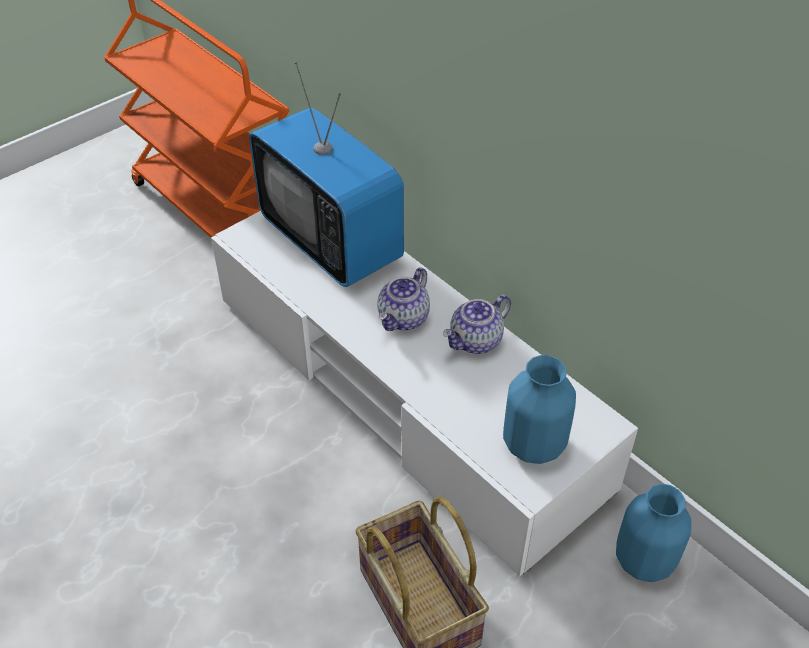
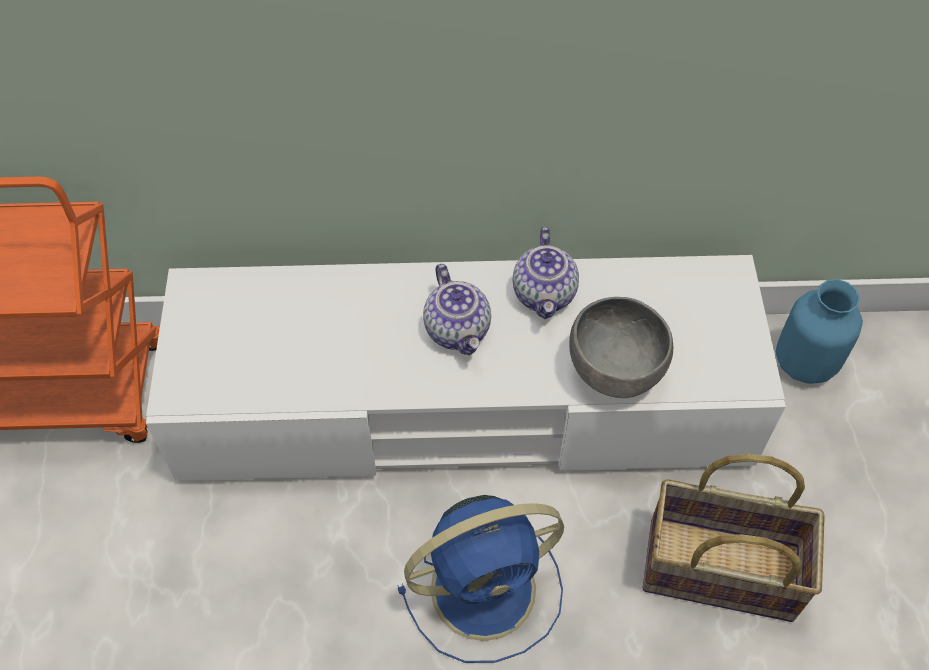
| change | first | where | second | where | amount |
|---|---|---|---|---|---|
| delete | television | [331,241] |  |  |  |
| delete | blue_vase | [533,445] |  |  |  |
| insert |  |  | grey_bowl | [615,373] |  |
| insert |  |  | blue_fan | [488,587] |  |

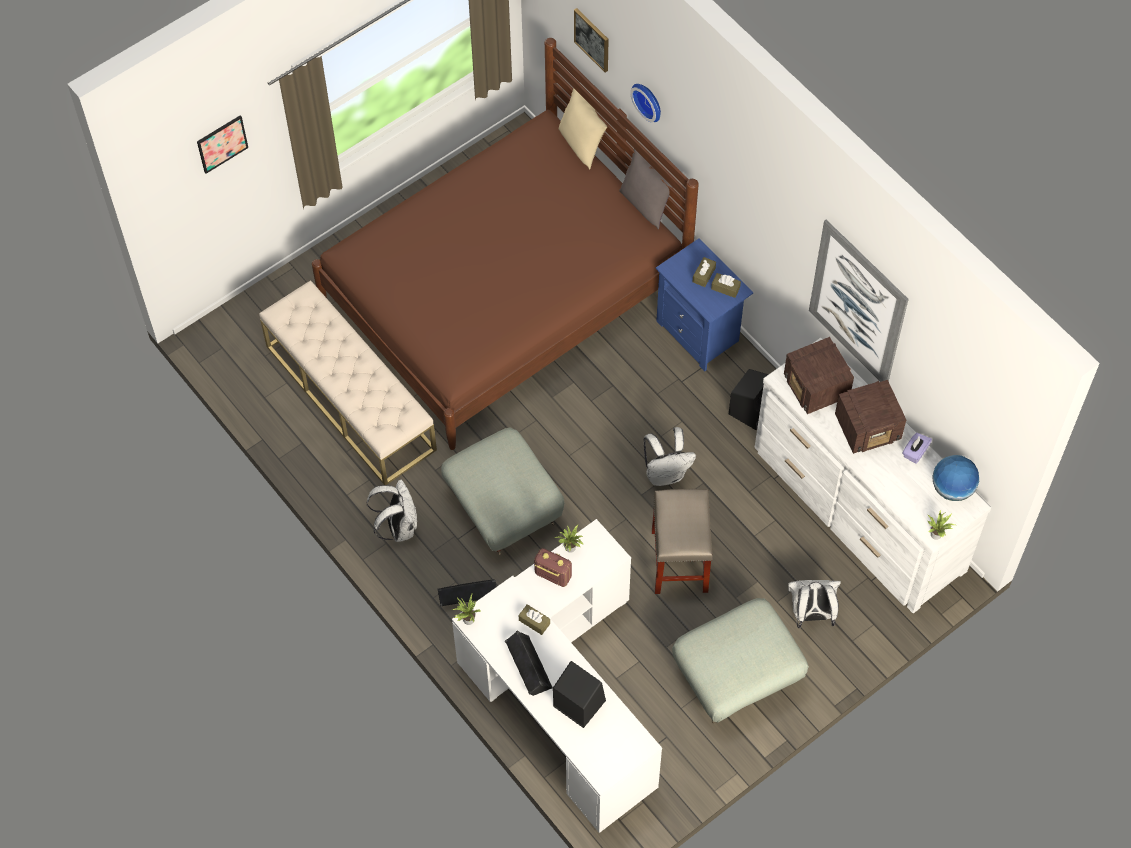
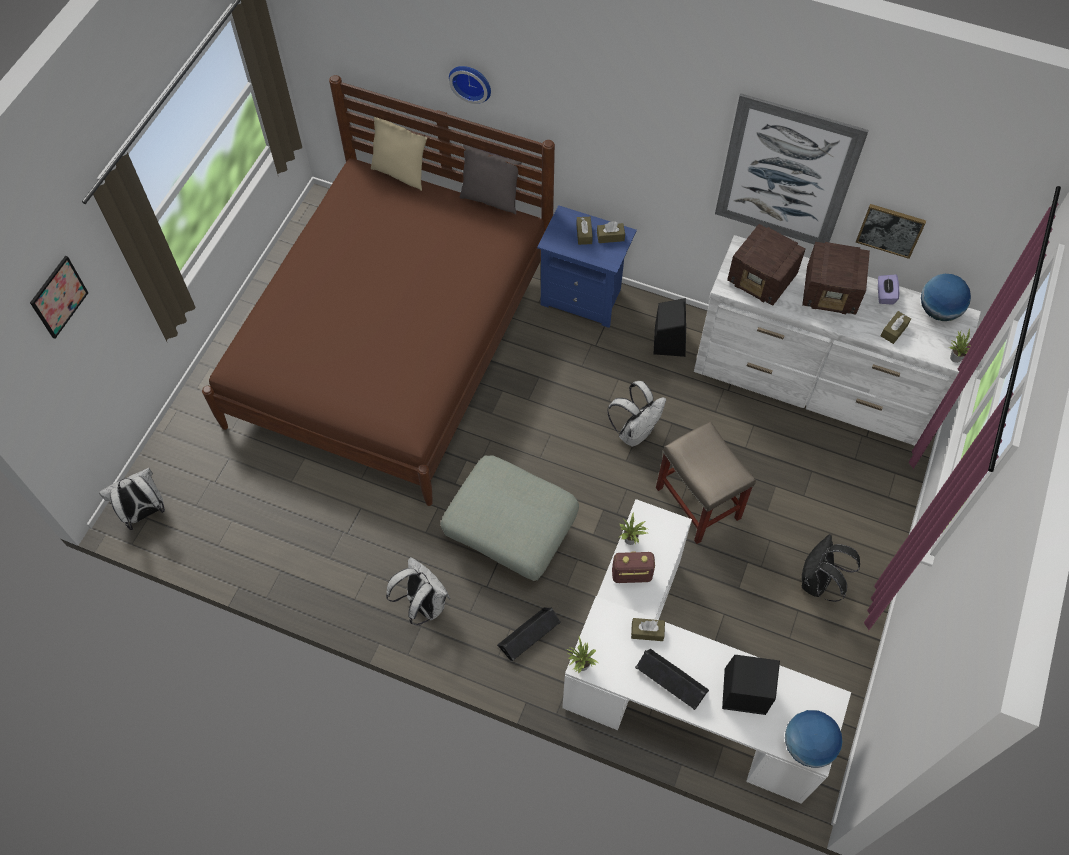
| change | first | where | second | where | amount |
|---|---|---|---|---|---|
| move | picture | [592,39] |  | [890,230] |  |
| delete | beige_bench | [351,398] |  |  |  |
| rotate | radio | [868,428] |  | [831,293] | 60 degrees clockwise |
| move | white_backpack | [811,615] |  | [145,512] |  |
| replace | grey_ottoman | [737,678] | black_backpack | [817,582] |  |
| insert |  |  | brown_tissue_box | [894,330] |  |
| insert |  |  | globe | [807,745] |  |

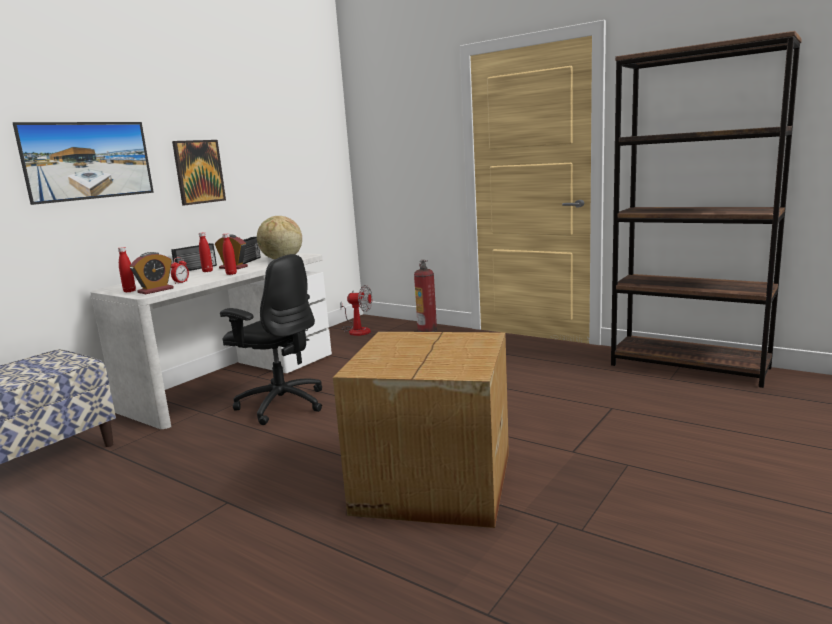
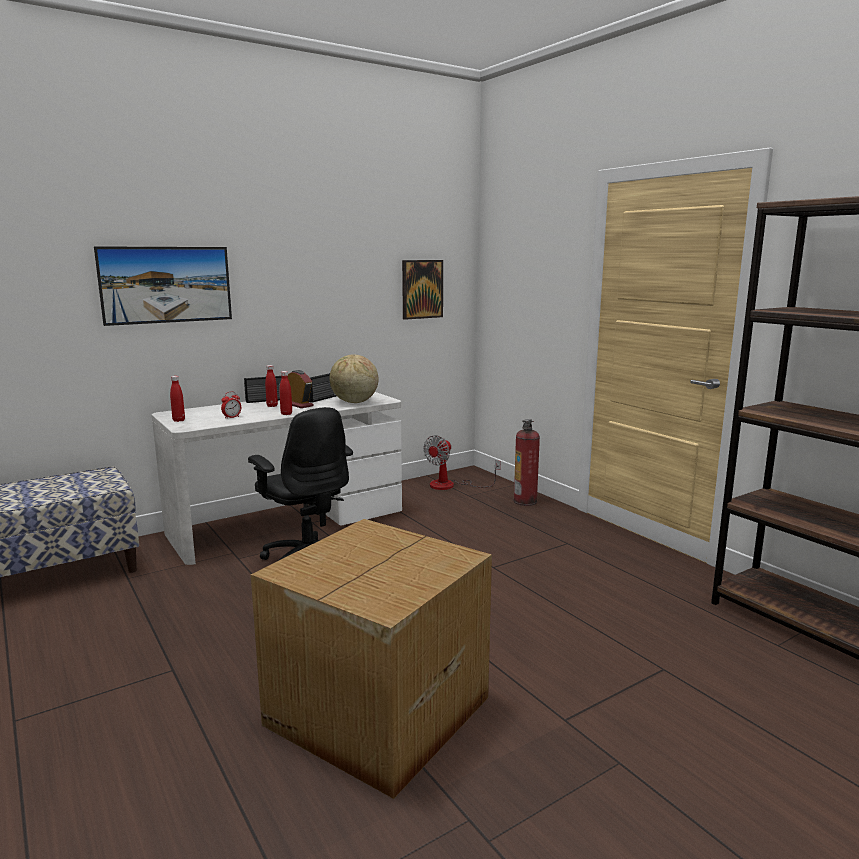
| change | first | where | second | where | amount |
|---|---|---|---|---|---|
| move | picture | [199,172] |  | [422,289] |  |
| delete | alarm_clock | [155,290] |  |  |  |
| rotate | fan | [357,330] |  | [451,485] | 90 degrees clockwise |

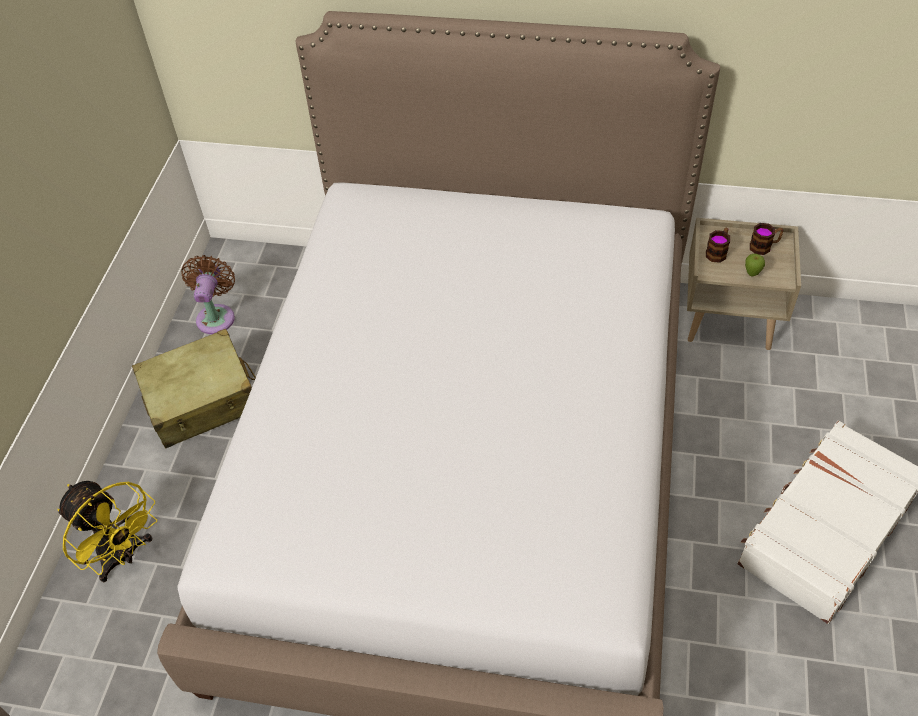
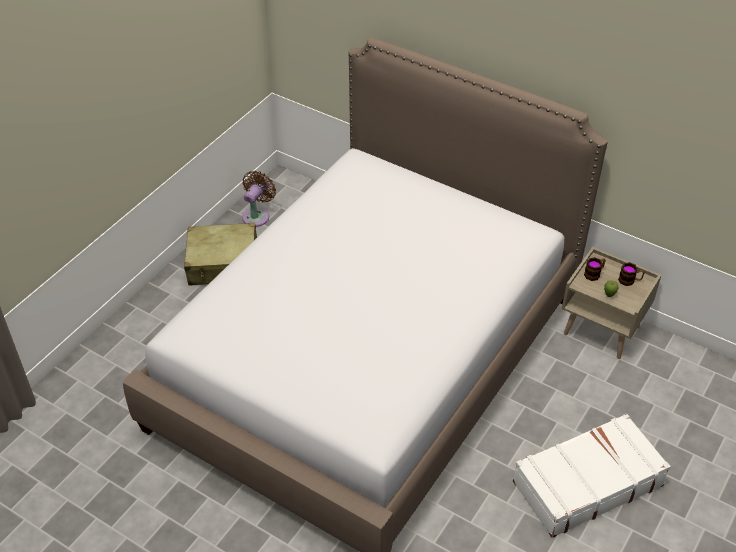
| change | first | where | second | where | amount |
|---|---|---|---|---|---|
| delete | yellow_fan | [124,556] |  |  |  |

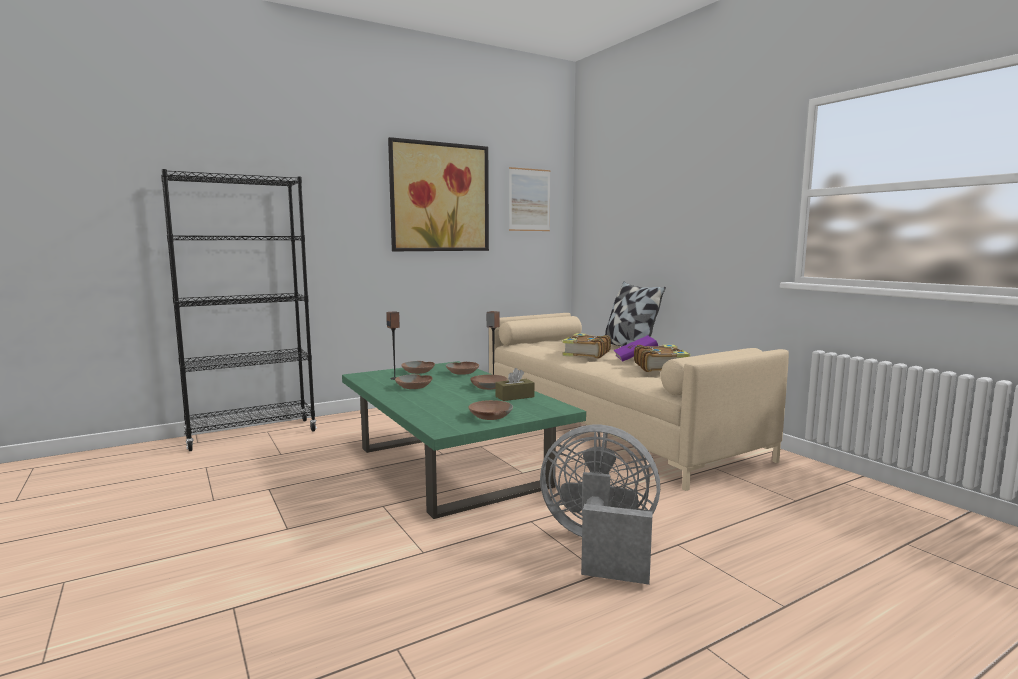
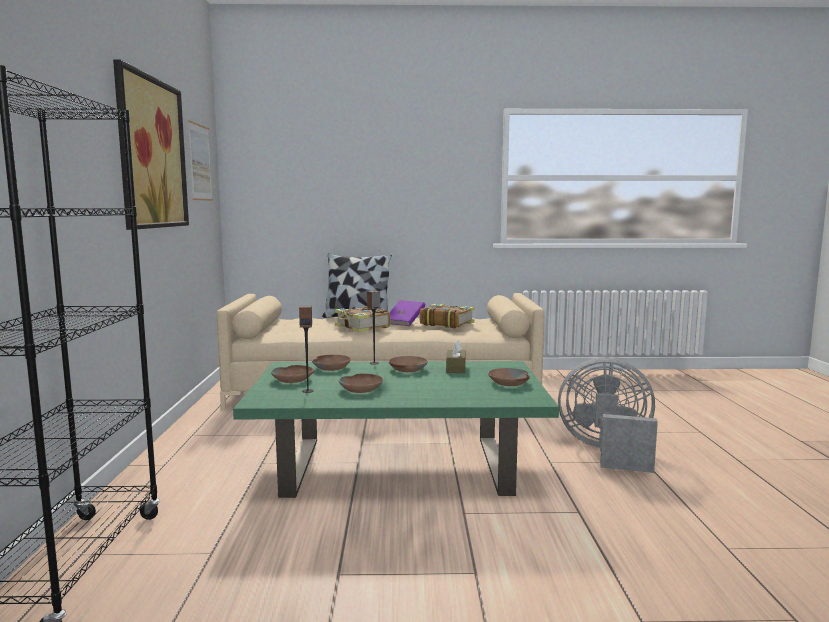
| change | first | where | second | where | amount |
|---|---|---|---|---|---|
| rotate | grey_fan | [600,546] |  | [607,452] | 60 degrees clockwise |

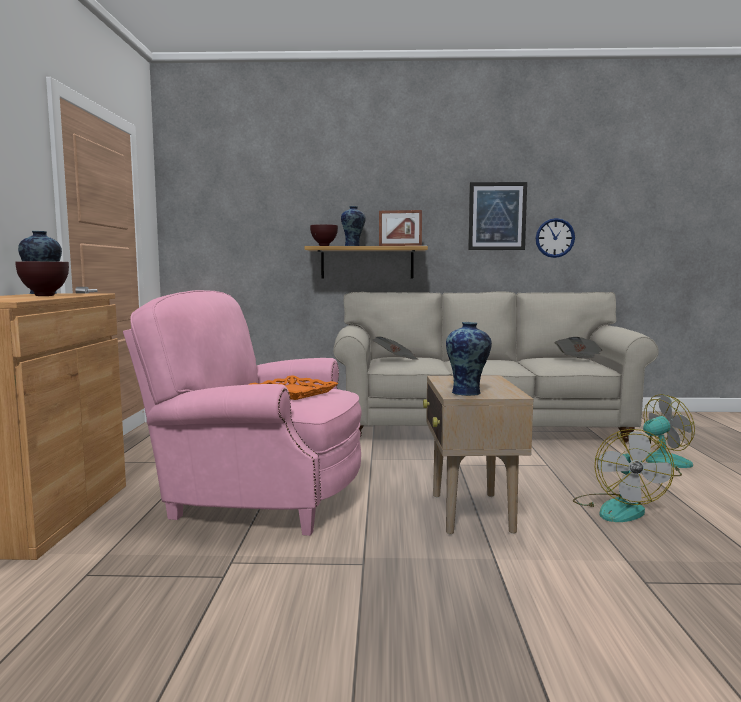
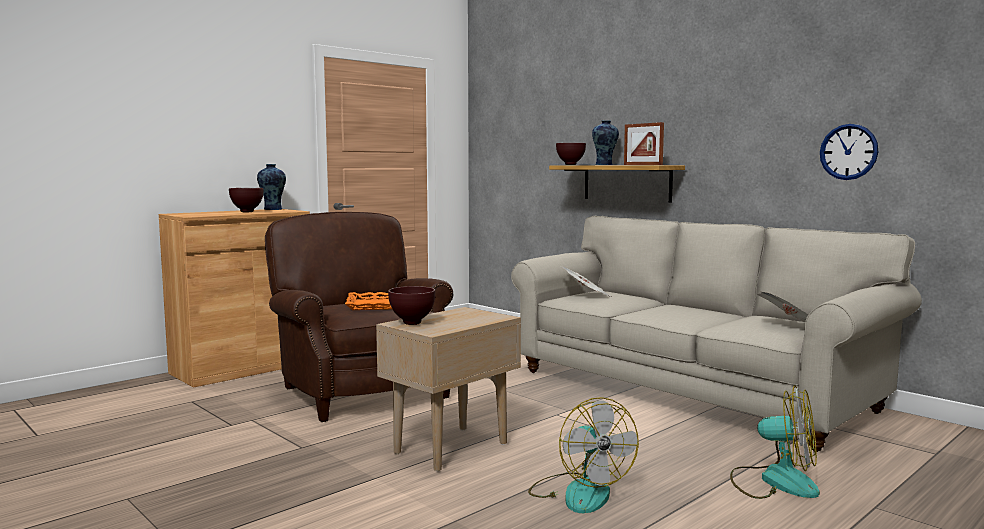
| change | first | where | second | where | amount |
|---|---|---|---|---|---|
| delete | picture | [497,216] |  |  |  |
| recolor | pink_armchair | [258,496] | brown_armchair | [360,390] |  |
| replace | vase | [467,393] | brown_bowl | [412,323] |  |
| rotate | fan | [618,508] |  | [579,492] | 75 degrees counterclockwise |

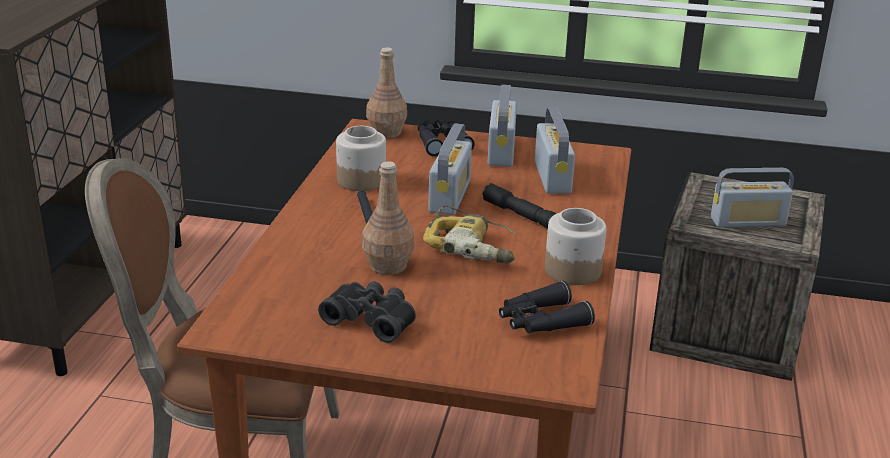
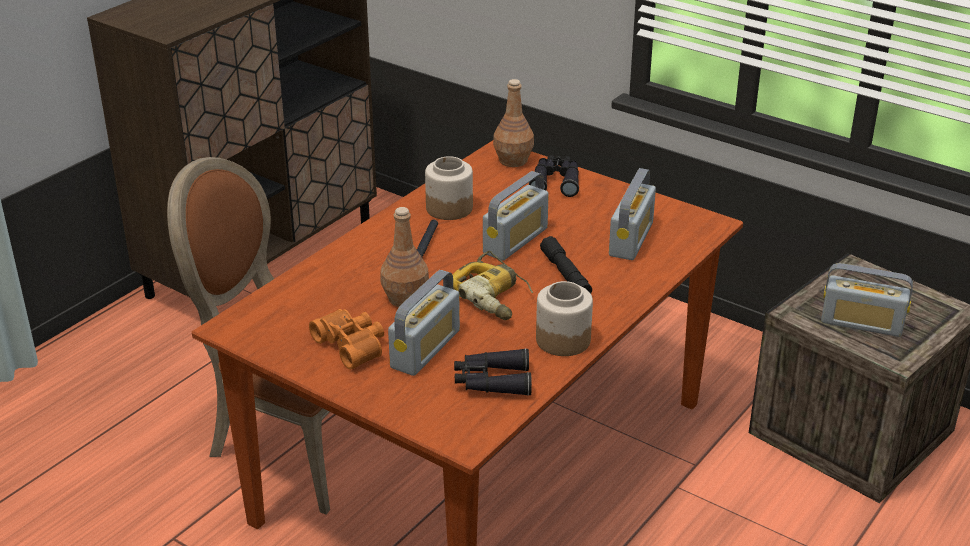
| change | first | where | second | where | amount |
|---|---|---|---|---|---|
| move | radio | [501,151] |  | [425,349] |  |
| recolor | black_binoculars | [371,319] | orange_binoculars | [352,345] |  |

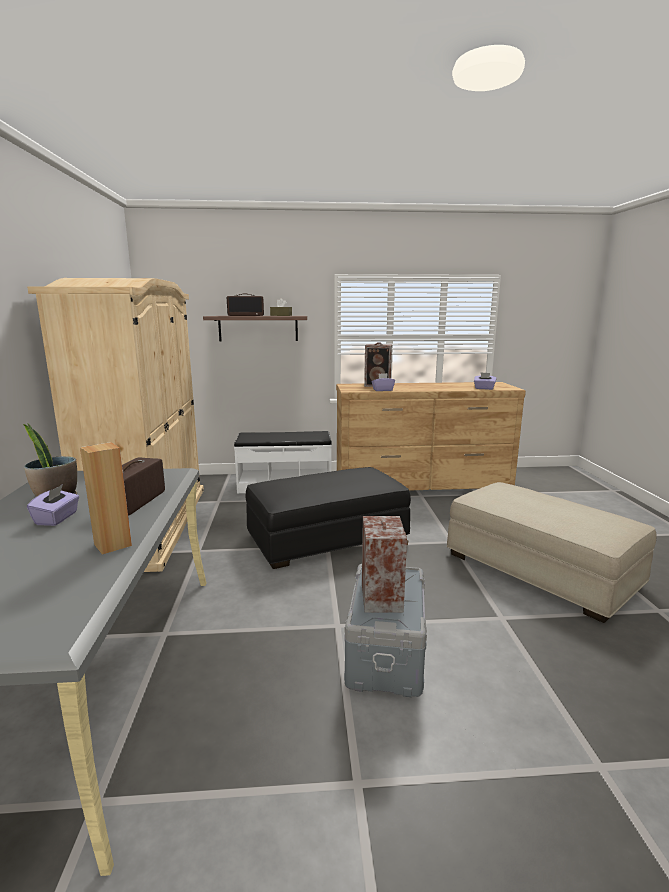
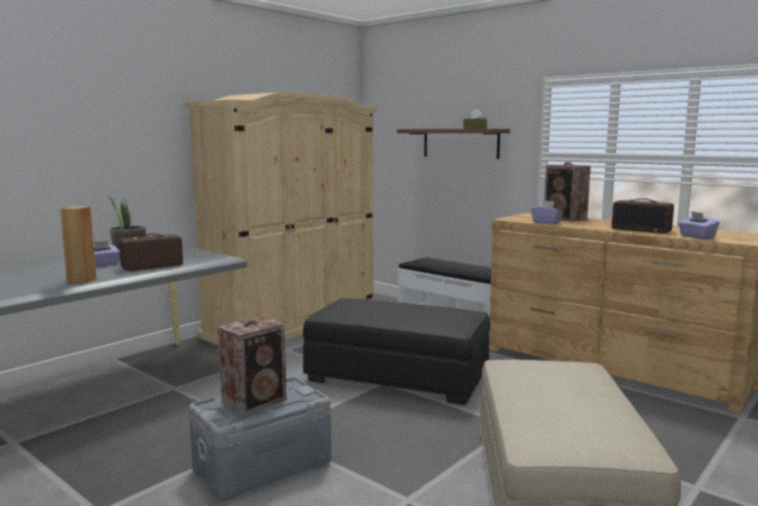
| change | first | where | second | where | amount |
|---|---|---|---|---|---|
| move | radio | [246,315] |  | [641,230] |  |

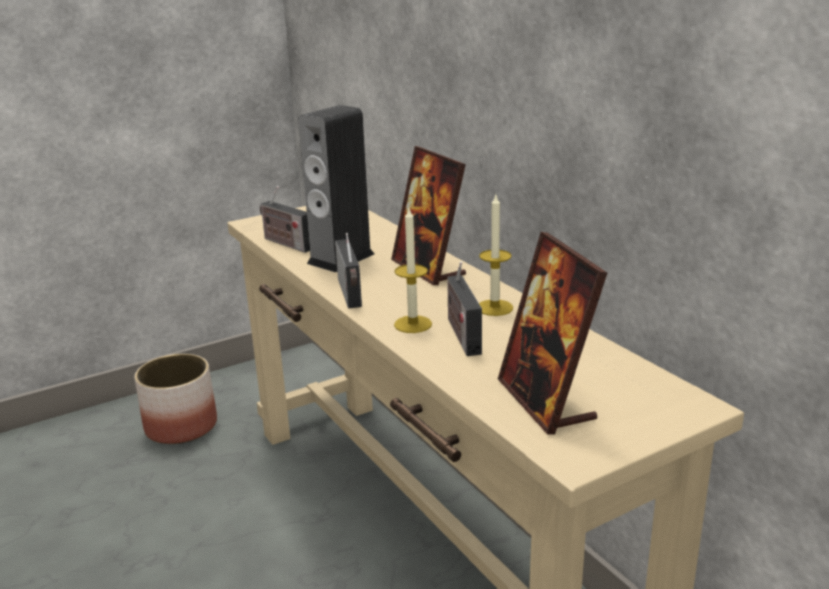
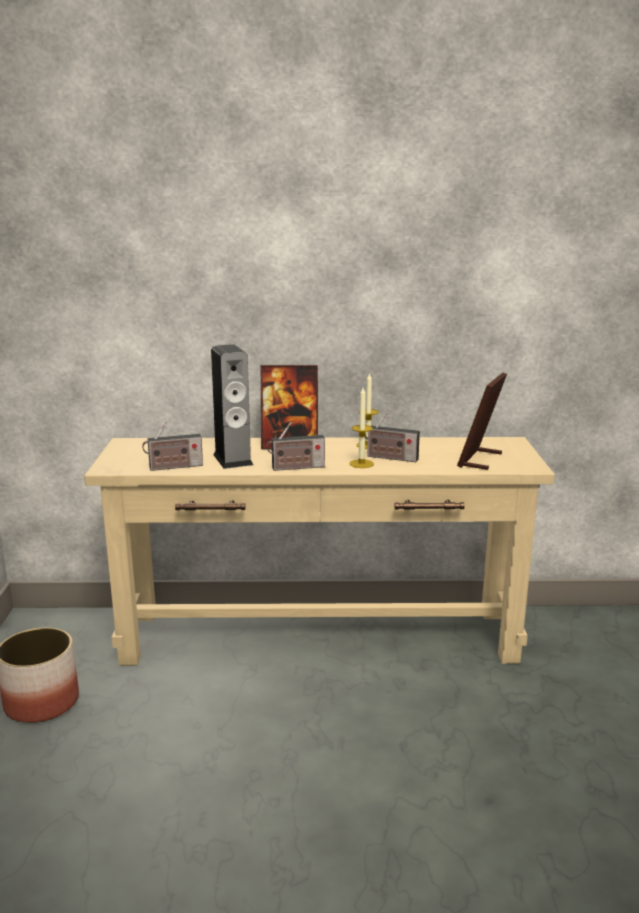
| change | first | where | second | where | amount |
|---|---|---|---|---|---|
| rotate | picture_frame | [546,401] |  | [480,460] | 105 degrees clockwise |
| rotate | radio | [351,294] |  | [296,467] | 150 degrees clockwise |

